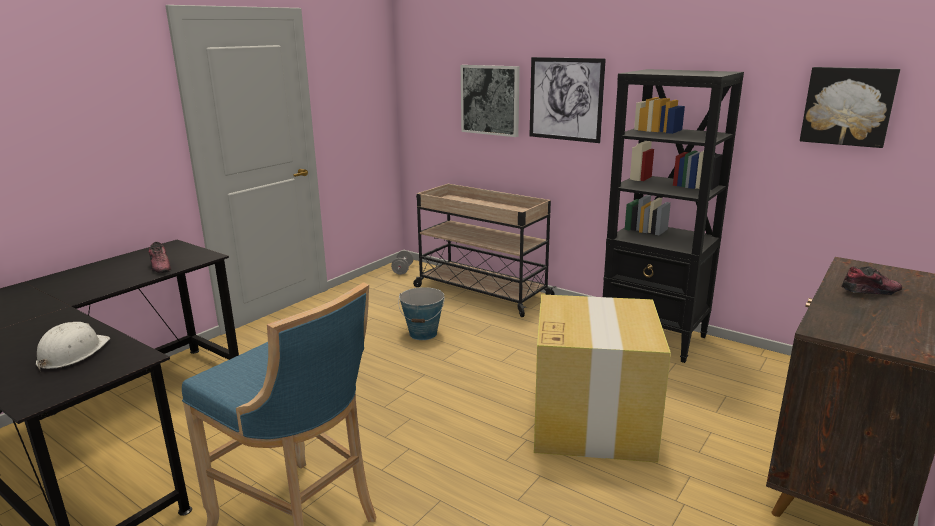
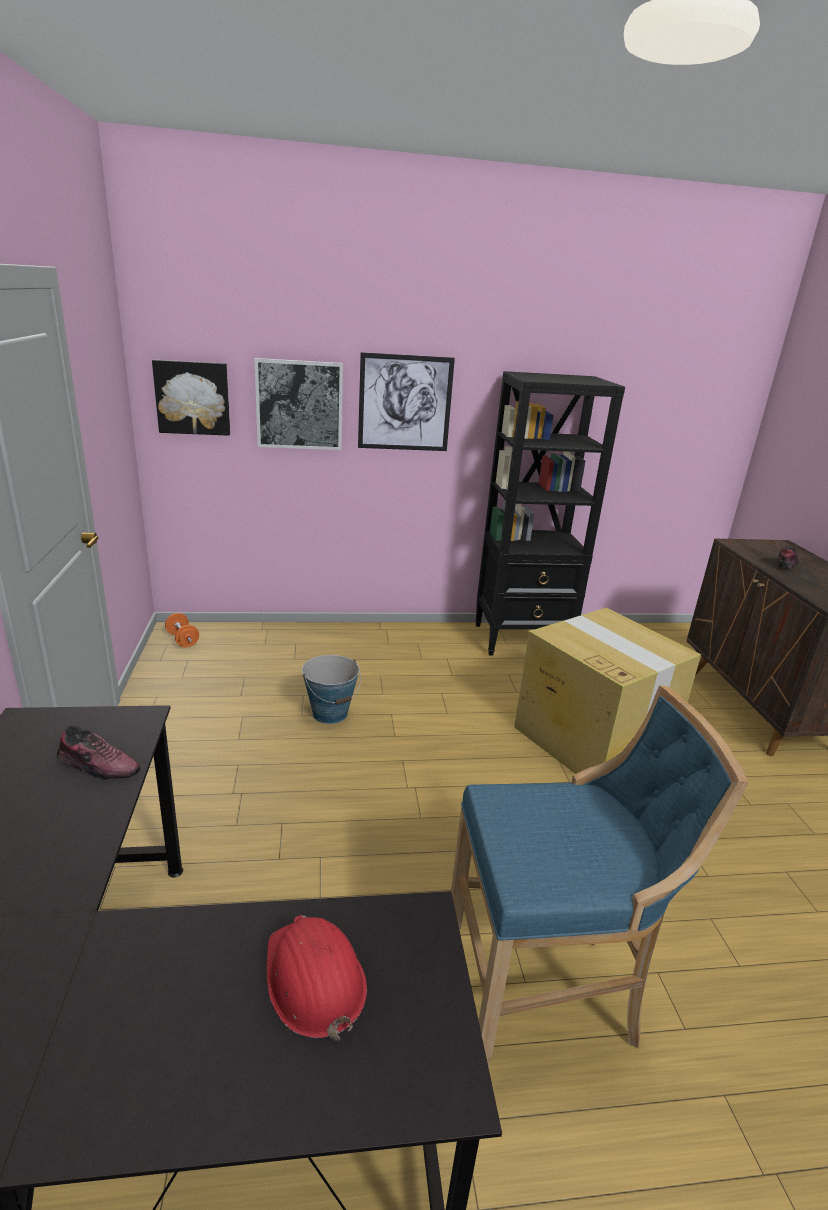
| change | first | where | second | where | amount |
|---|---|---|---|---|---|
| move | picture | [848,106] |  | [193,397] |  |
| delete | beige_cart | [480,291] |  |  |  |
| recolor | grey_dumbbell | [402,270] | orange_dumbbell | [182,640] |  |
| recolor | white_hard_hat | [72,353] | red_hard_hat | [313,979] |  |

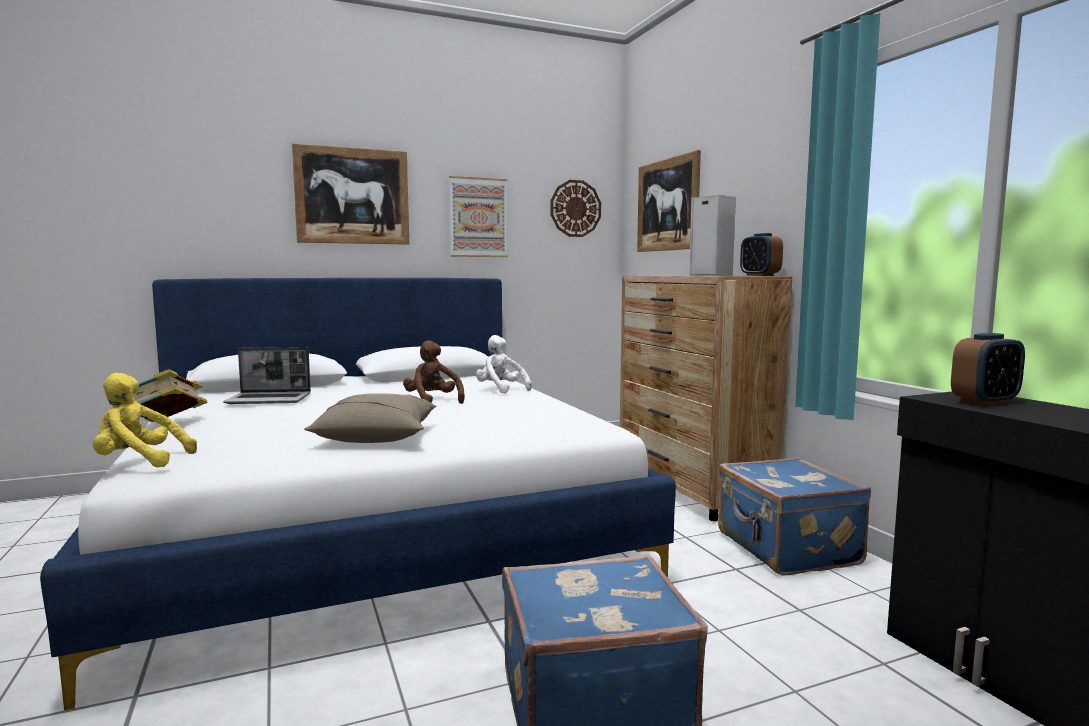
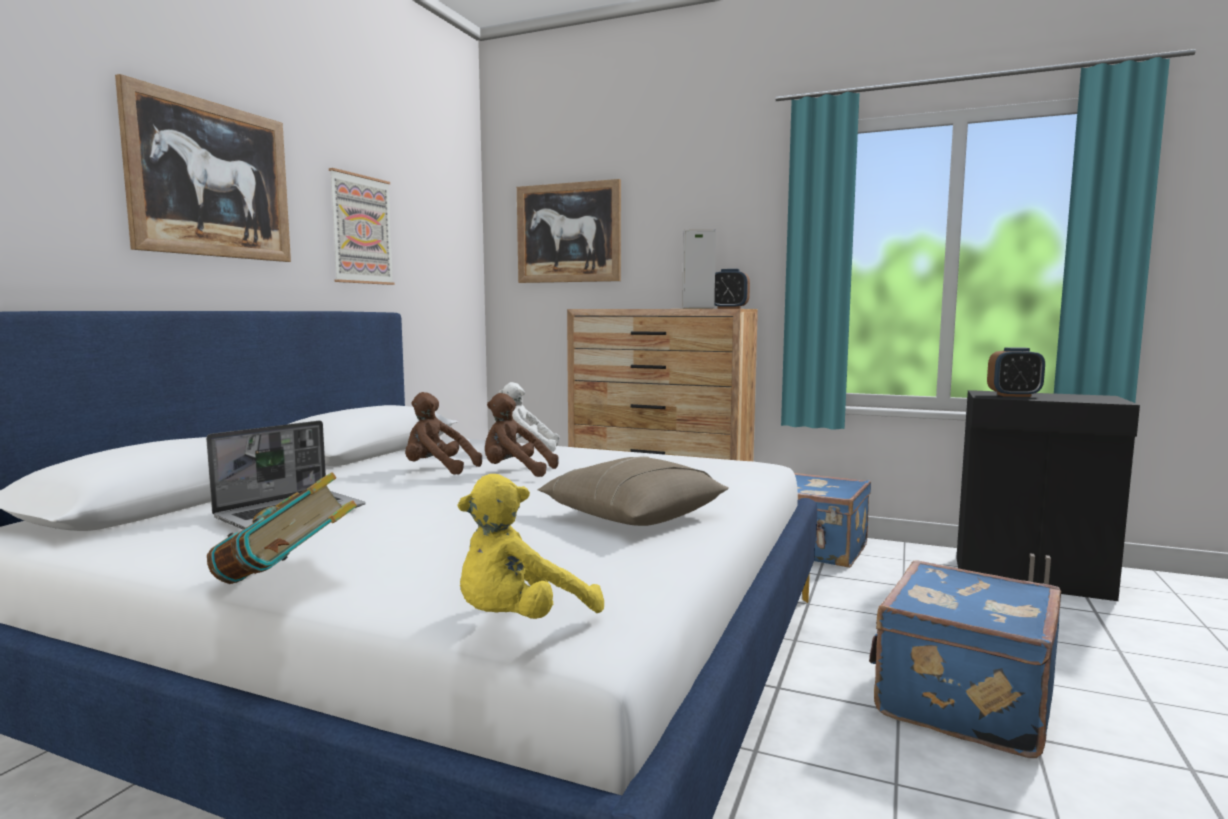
| change | first | where | second | where | amount |
|---|---|---|---|---|---|
| delete | wall_clock | [575,208] |  |  |  |
| rotate | alarm_clock | [985,401] |  | [1014,395] | 75 degrees clockwise |
| insert |  |  | brown_plush_toy | [437,470] |  |

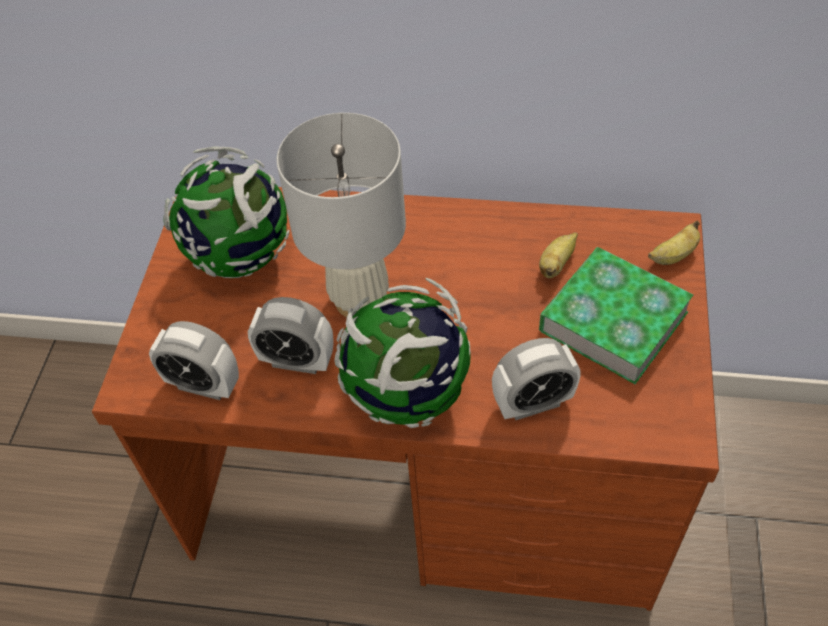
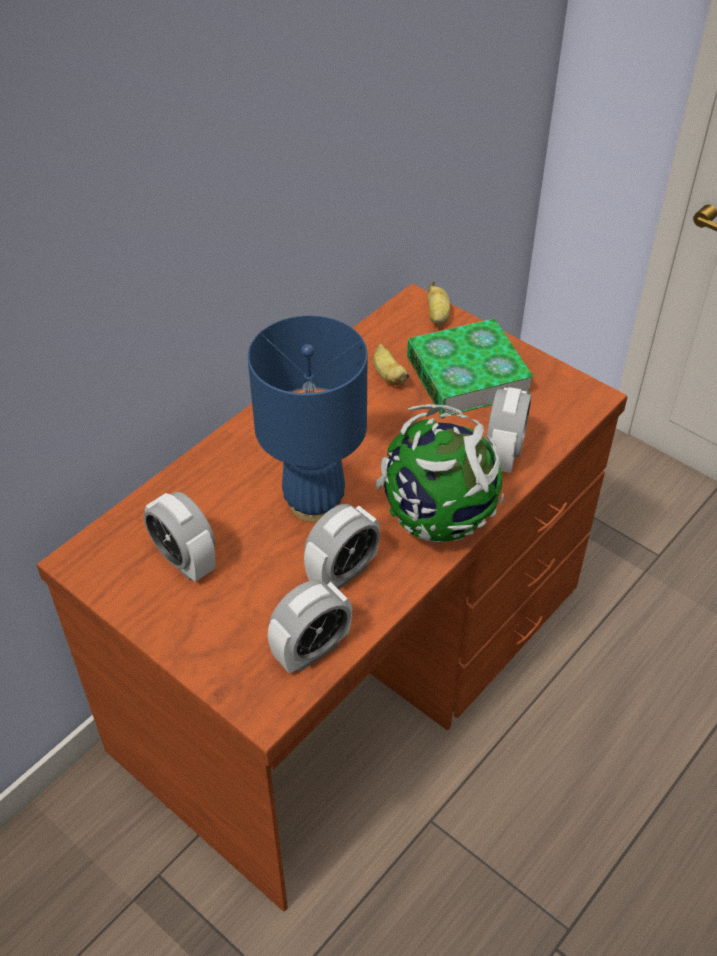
| change | first | where | second | where | amount |
|---|---|---|---|---|---|
| recolor | white_table_lamp | [359,300] | blue_table_lamp | [314,503] |  |
| replace | globe | [240,257] | alarm_clock | [185,561] |  |

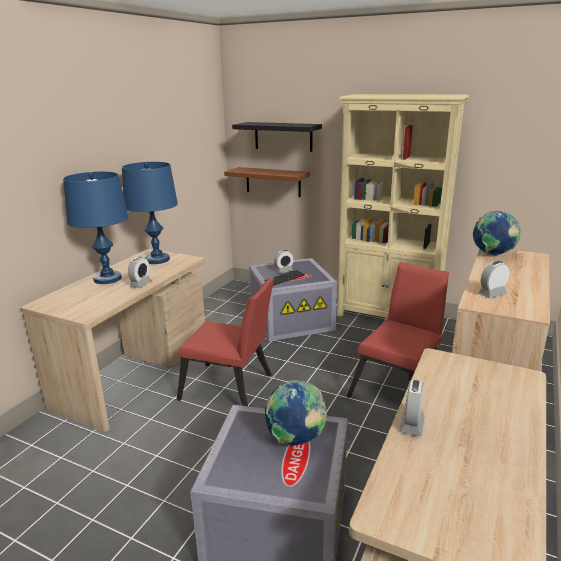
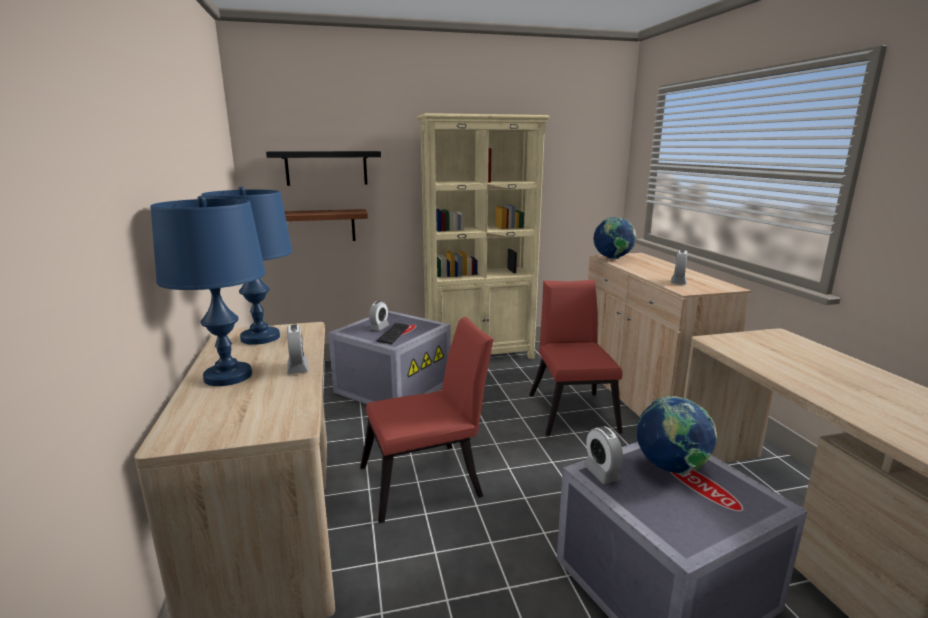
| change | first | where | second | where | amount |
|---|---|---|---|---|---|
| move | alarm_clock | [411,424] |  | [601,473] |  |

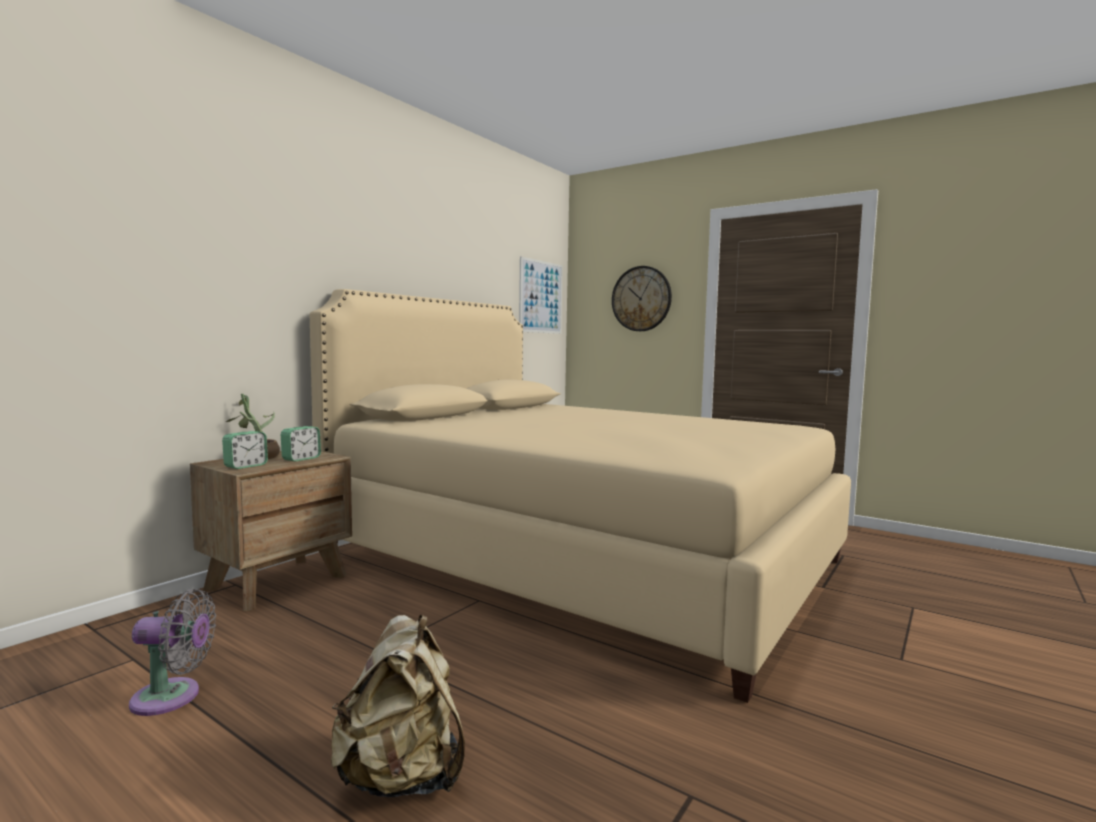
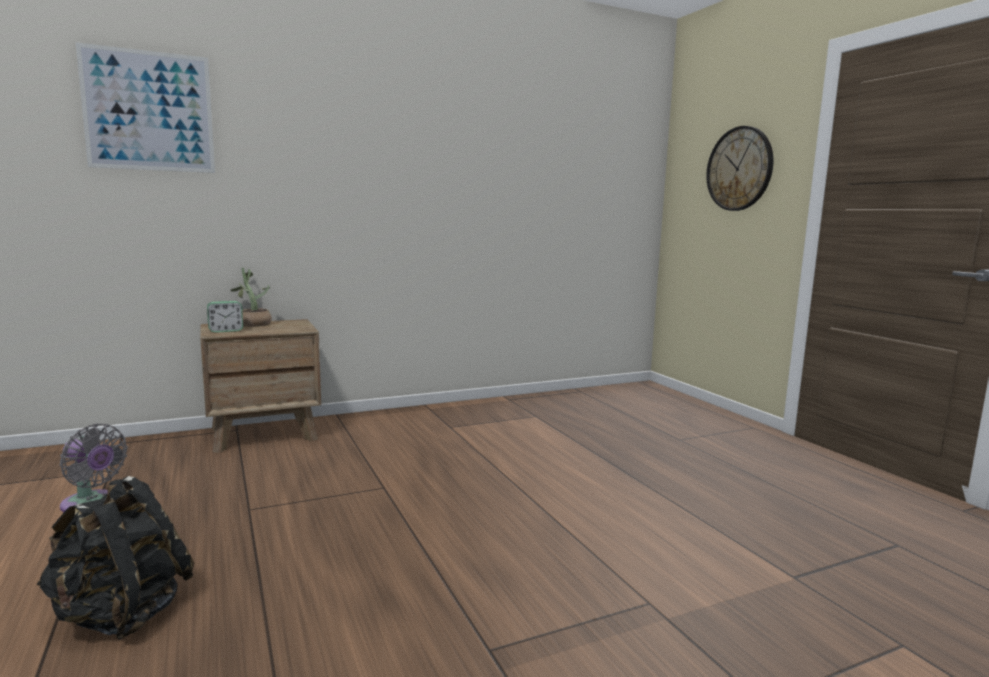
| change | first | where | second | where | amount |
|---|---|---|---|---|---|
| move | picture | [541,297] |  | [149,111] |  |
| delete | beige_bed | [581,557] |  |  |  |
| delete | alarm_clock | [301,459] |  |  |  |
| recolor | beige_backpack | [402,777] | black_backpack | [121,615] |  |

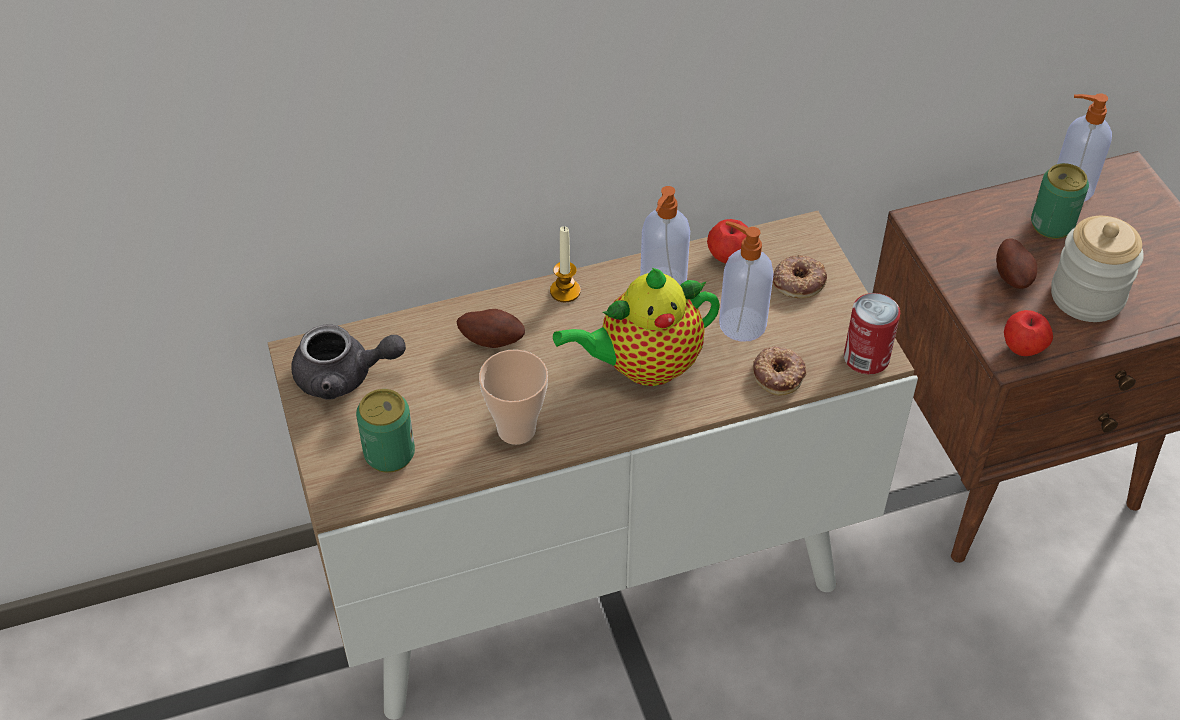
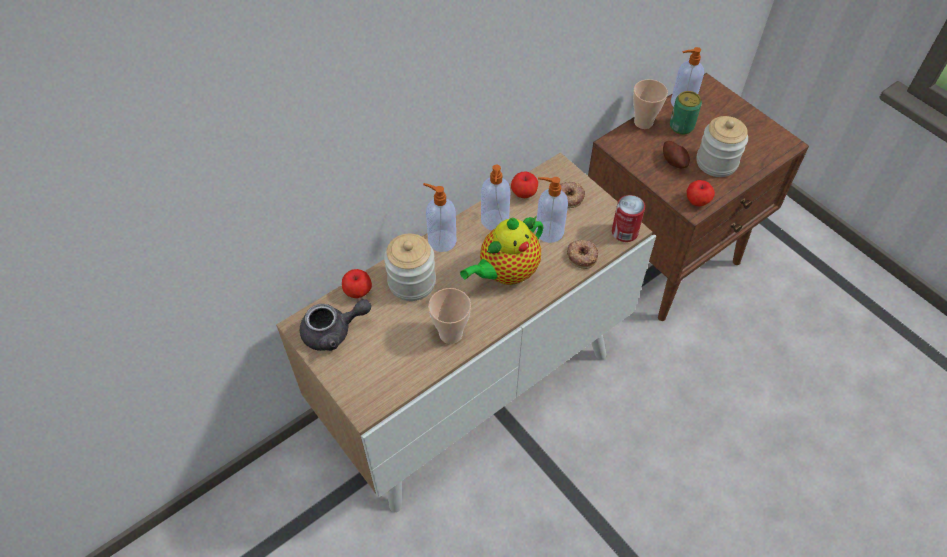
| change | first | where | second | where | amount |
|---|---|---|---|---|---|
| replace | candle | [565,291] | soap_dispenser | [441,240] |  |
| replace | potato | [492,339] | jar | [411,282] |  |
| delete | can | [389,454] |  |  |  |
| insert |  |  | cup | [643,122] |  |
| insert |  |  | apple | [358,292] |  |

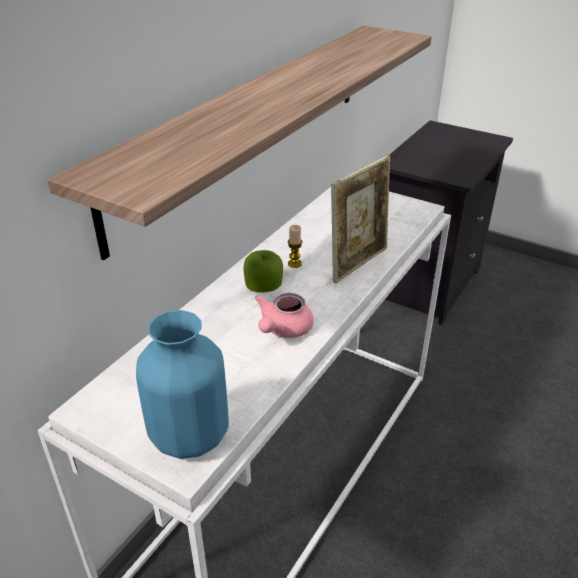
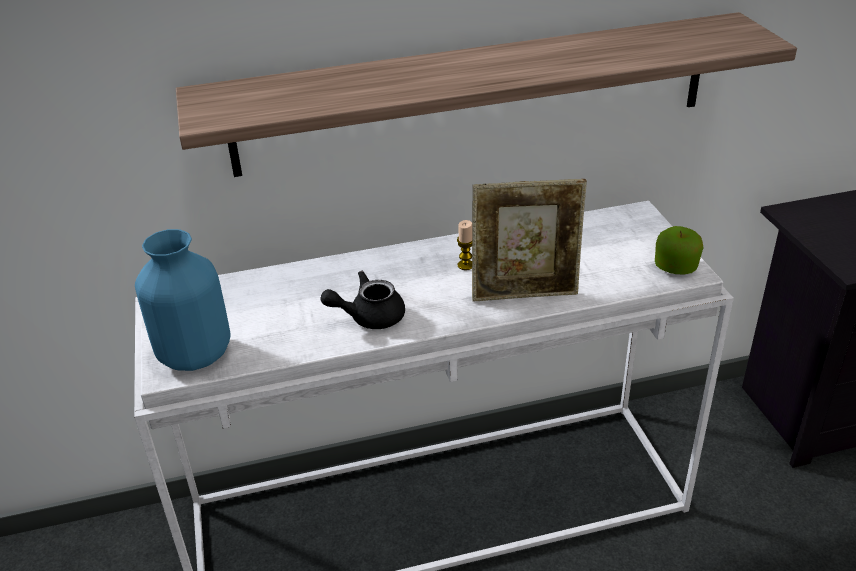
| change | first | where | second | where | amount |
|---|---|---|---|---|---|
| move | apple | [263,286] |  | [675,267] |  |
| recolor | pink_teapot | [283,330] | black_teapot | [369,317] |  |

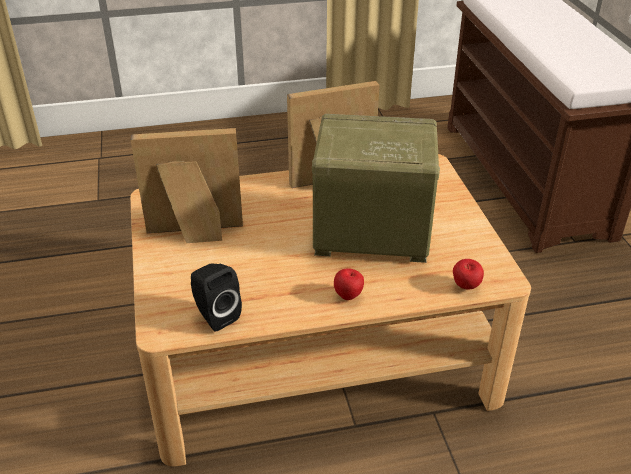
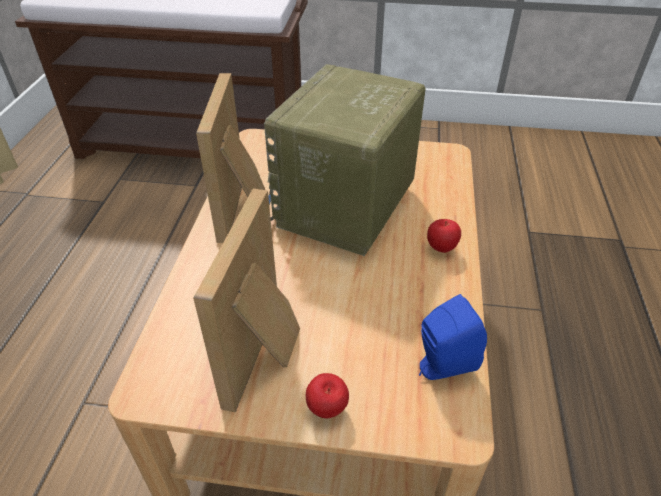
| change | first | where | second | where | amount |
|---|---|---|---|---|---|
| move | apple | [465,287] |  | [327,409] |  |
| recolor | black_speaker | [215,315] | blue_speaker | [442,366] |  |

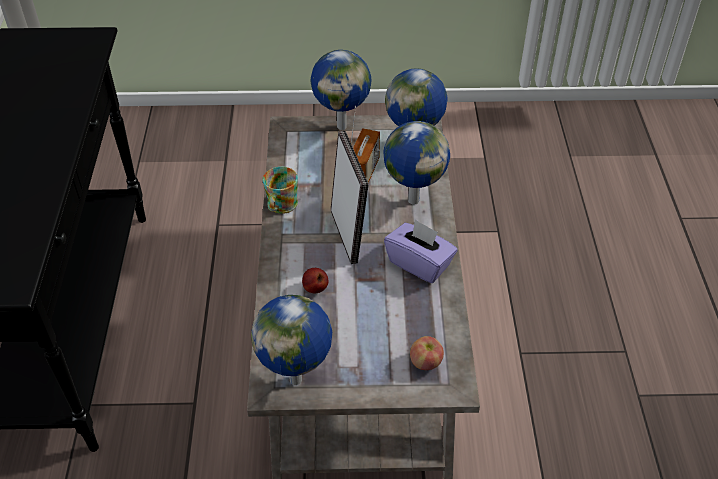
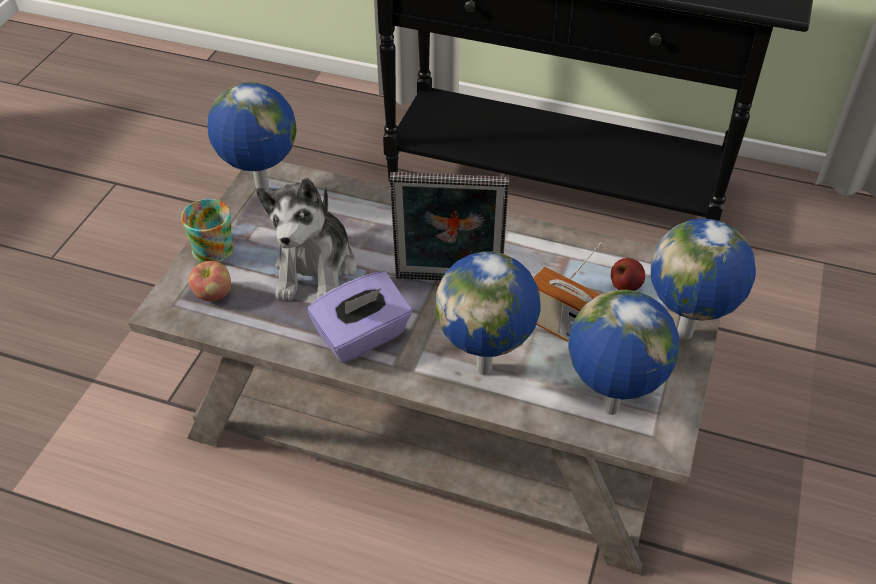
| change | first | where | second | where | amount |
|---|---|---|---|---|---|
| move | mug | [280,206] |  | [209,247] |  |
| move | apple | [315,288] |  | [625,286] |  |
| insert |  |  | plush_toy | [316,269] |  |

